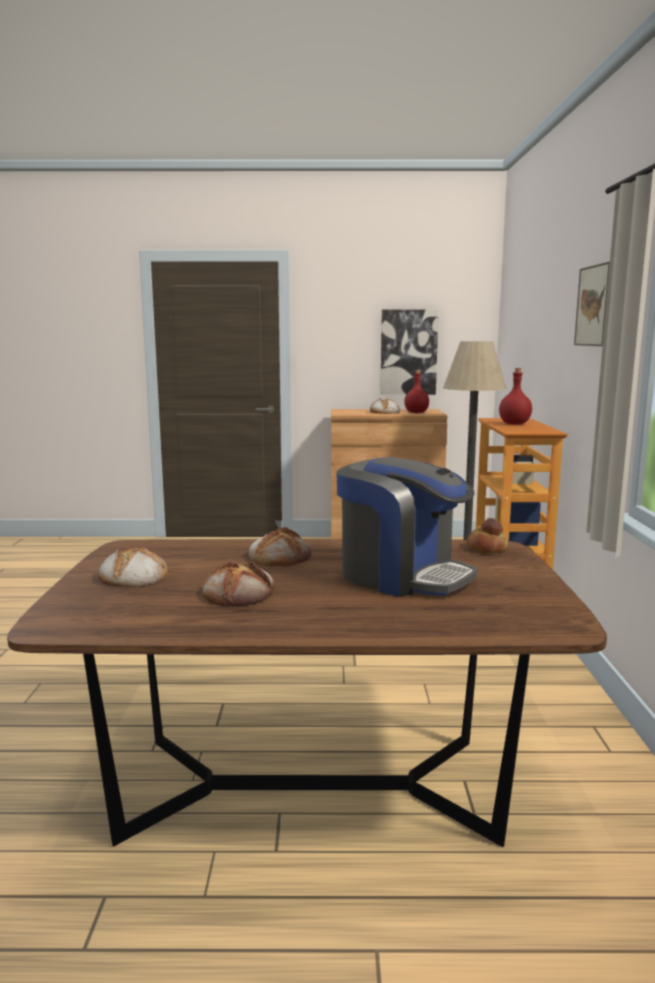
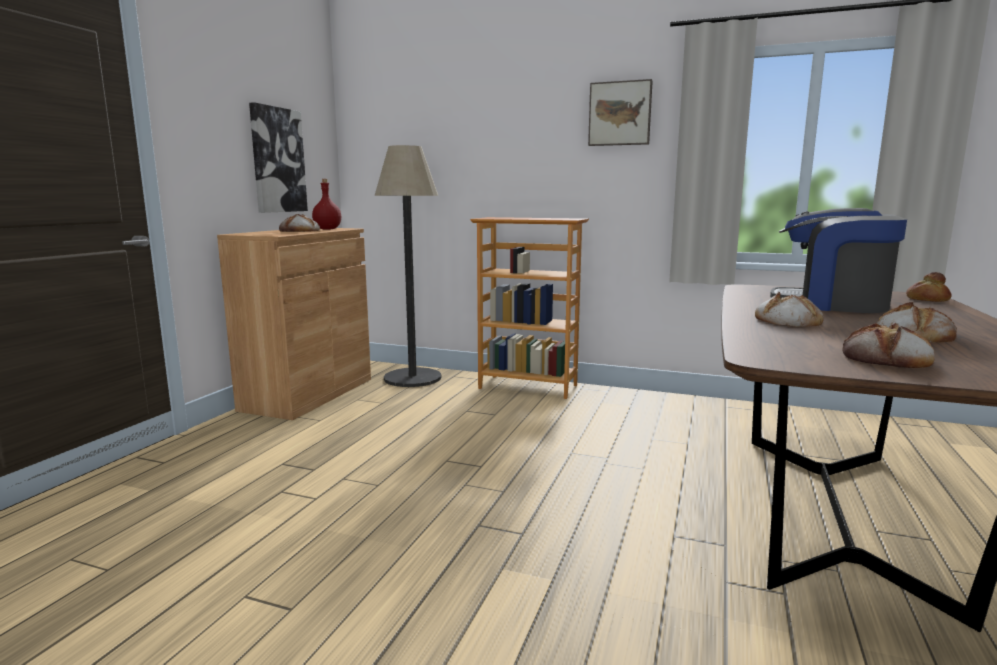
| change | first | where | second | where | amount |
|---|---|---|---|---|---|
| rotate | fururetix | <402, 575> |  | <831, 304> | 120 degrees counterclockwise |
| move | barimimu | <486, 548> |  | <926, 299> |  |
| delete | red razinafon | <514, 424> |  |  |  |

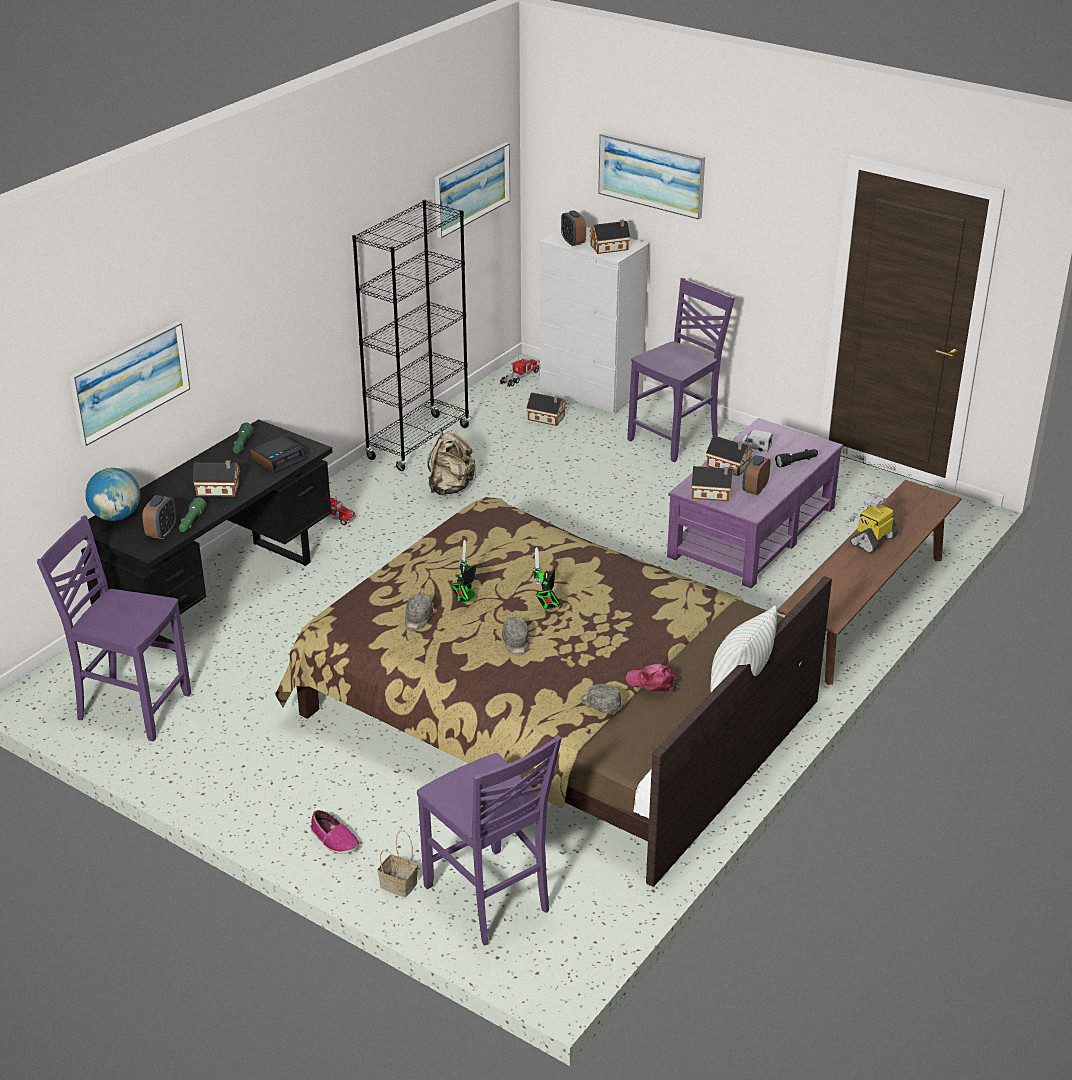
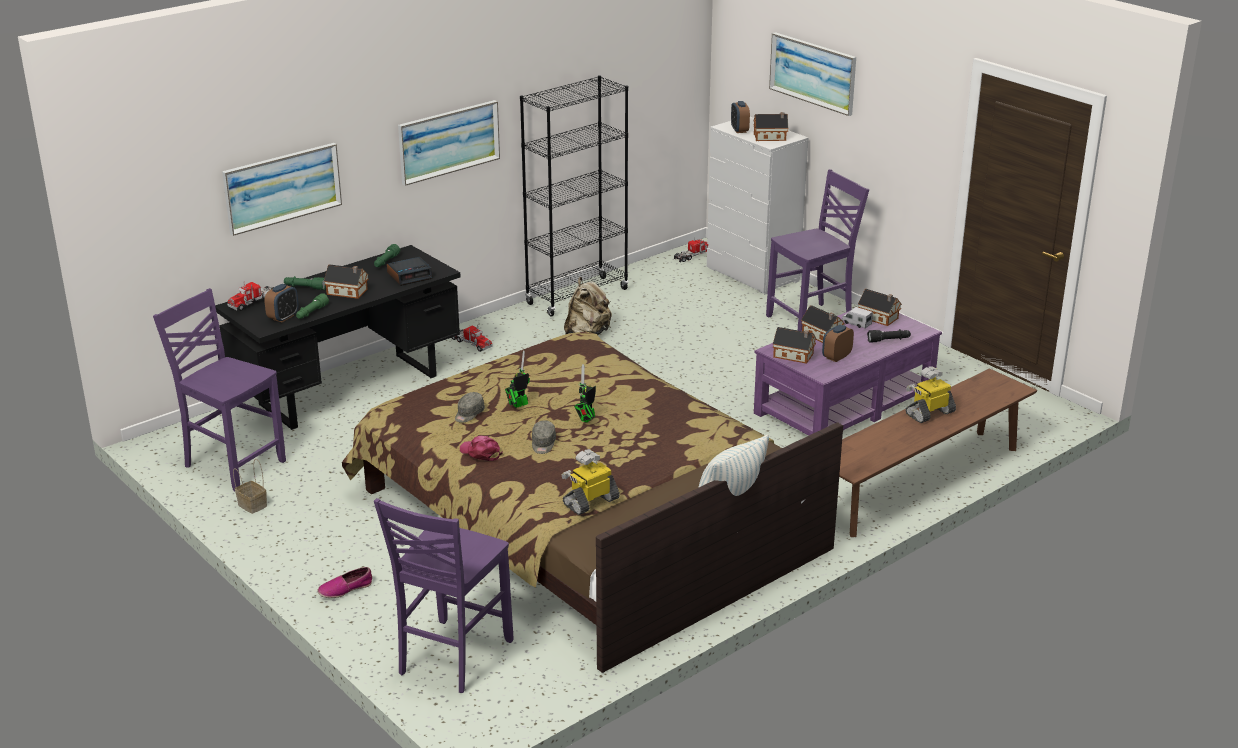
| change | first | where | second | where | amount |
|---|---|---|---|---|---|
| replace | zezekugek | <116, 516> | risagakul | <254, 301> |  |
| rotate | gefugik | <334, 839> |  | <345, 589> | 90 degrees clockwise |
| move | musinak | <397, 885> |  | <251, 505> |  |
| rotate | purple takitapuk | <489, 899> |  | <452, 657> | 45 degrees clockwise |
| move | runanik | <471, 189> |  | <448, 141> |  |
| move | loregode | <547, 418> |  | <879, 318> |  |
| replace | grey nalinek | <600, 704> | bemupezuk | <590, 501> |  |
| move | pink nalinek | <652, 682> |  | <481, 452> |  |
| insert |  |  | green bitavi | <305, 287> |  |

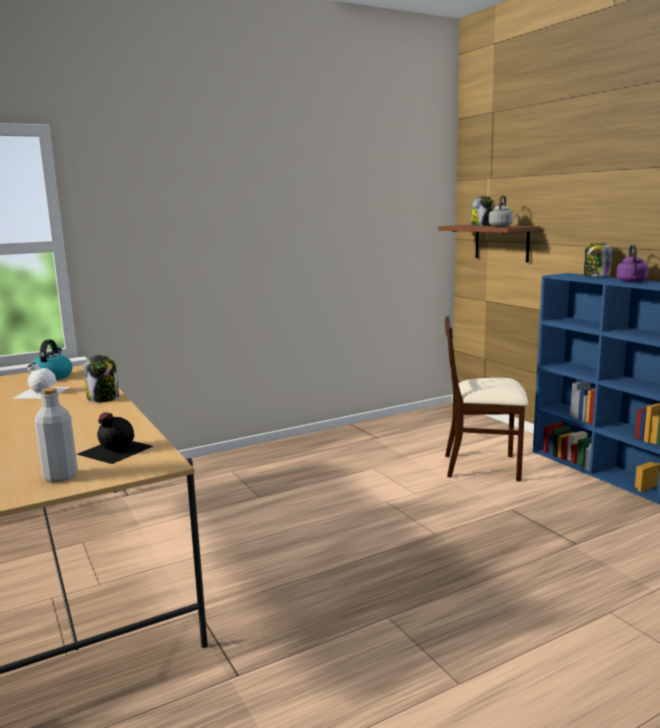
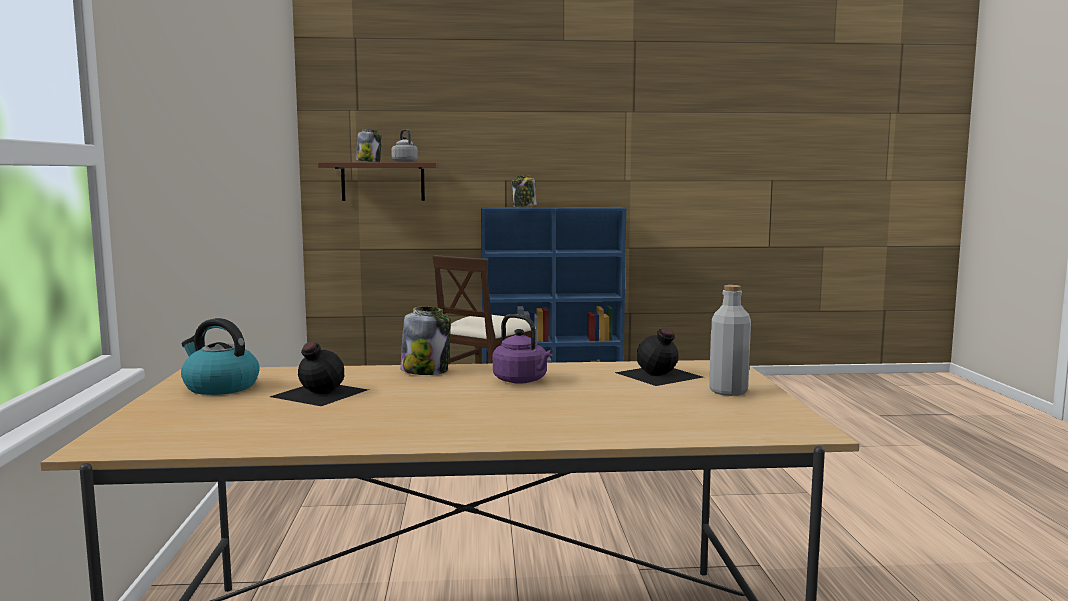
| change | first | where | second | where | amount |
|---|---|---|---|---|---|
| recolor | white razinafon | <41, 392> | black razinafon | <317, 393> |  |
| move | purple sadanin | <631, 281> |  | <522, 381> |  |

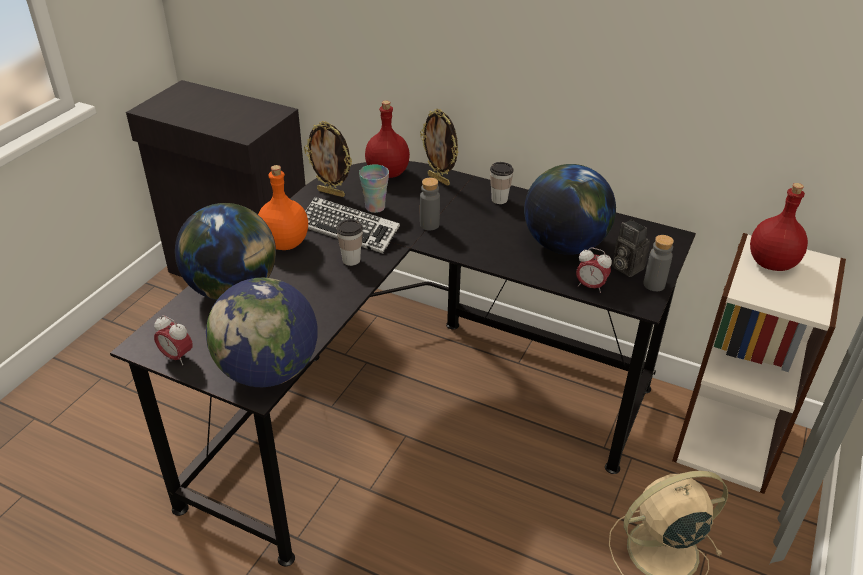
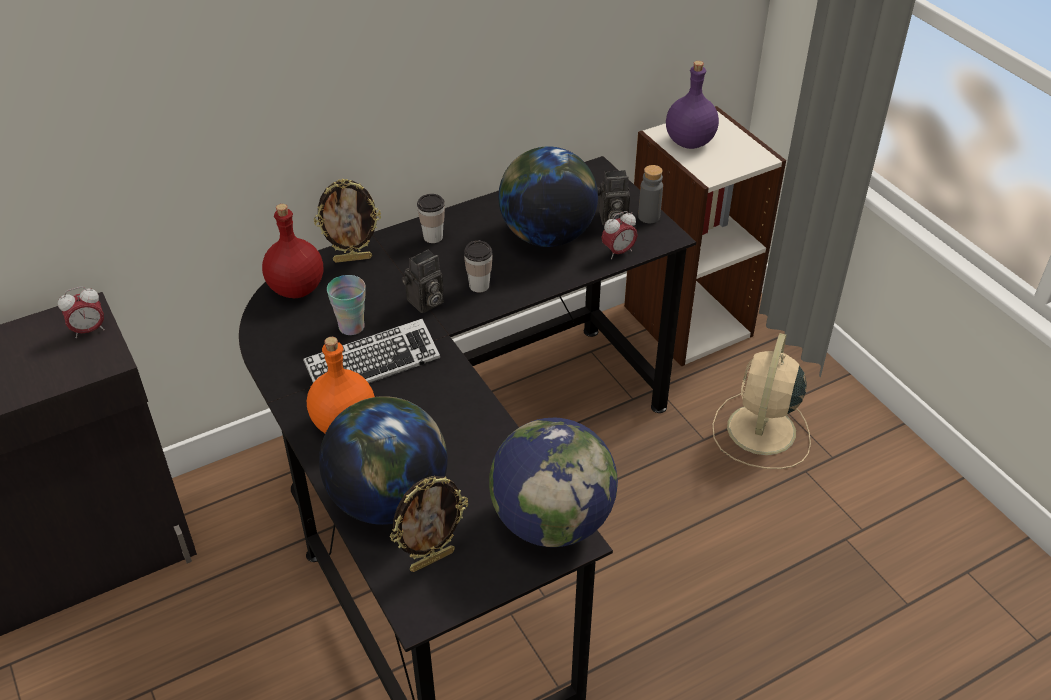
| change | first | where | second | where | amount |
|---|---|---|---|---|---|
| move | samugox | <177, 357> |  | <89, 330> |  |
| move | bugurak | <331, 193> |  | <432, 560> |  |
| move | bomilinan | <351, 260> |  | <479, 285> |  |
| replace | grey razinafon | <429, 225> | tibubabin | <425, 303> |  |
| recolor | red razinafon | <772, 263> | purple razinafon | <689, 141> |  |

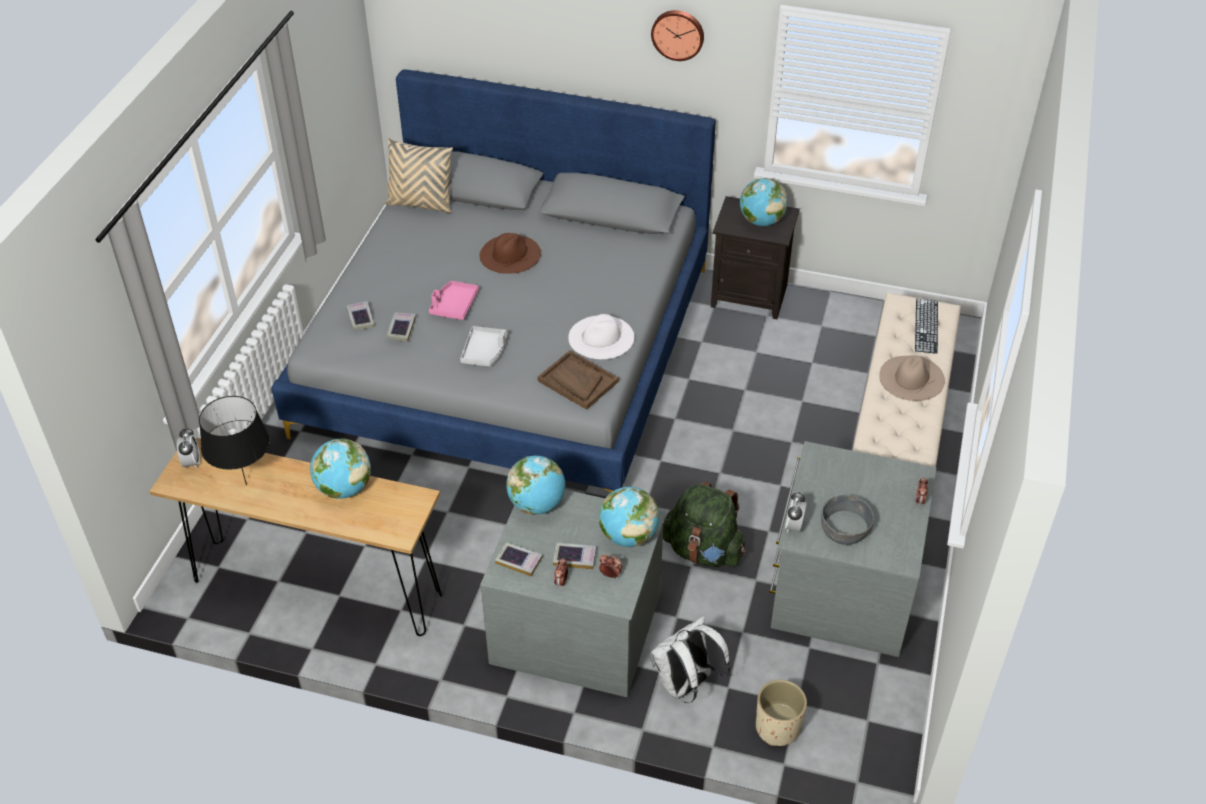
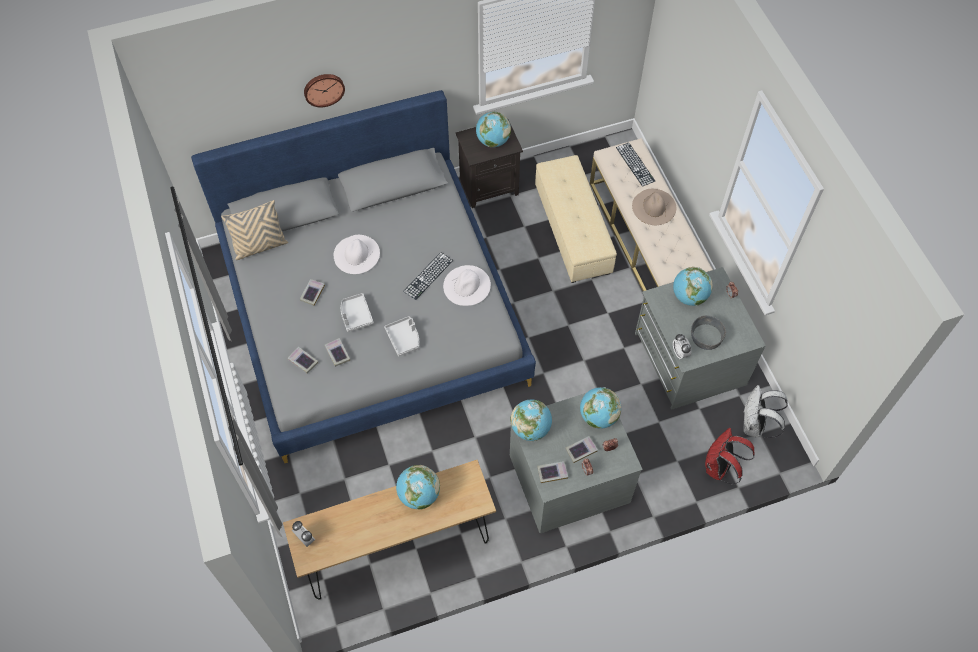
| change | first | where | second | where | amount |
|---|---|---|---|---|---|
| delete | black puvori | <246, 484> |  |  |  |
| recolor | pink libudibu | <454, 305> | grey libudibu | <355, 315> |  |
| recolor | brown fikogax | <510, 254> | white fikogax | <356, 254> |  |
| delete | brown libudibu | <577, 381> |  |  |  |
| move | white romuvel | <685, 685> |  | <755, 426> |  |
| move | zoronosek | <678, 34> |  | <323, 89> |  |
| delete | green romuvel | <703, 551> |  |  |  |
| replace | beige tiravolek | <777, 728> | red romuvel | <719, 468> |  |
| insert |  |  | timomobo | <312, 293> |  |
| insert |  |  | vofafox | <428, 276> |  |
| insert |  |  | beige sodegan | <573, 230> |  |
| insert |  |  | zezekugek | <689, 296> |  |

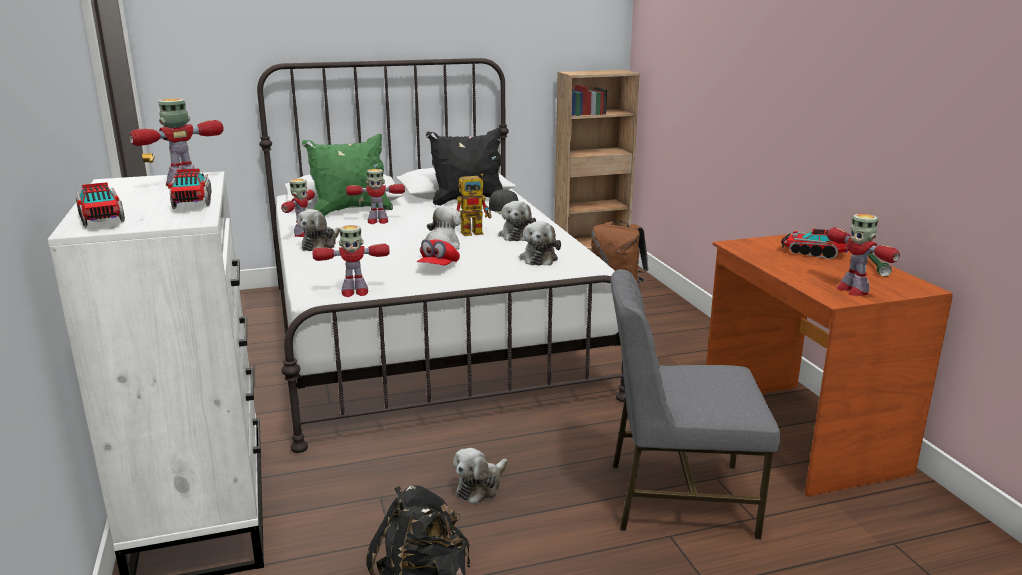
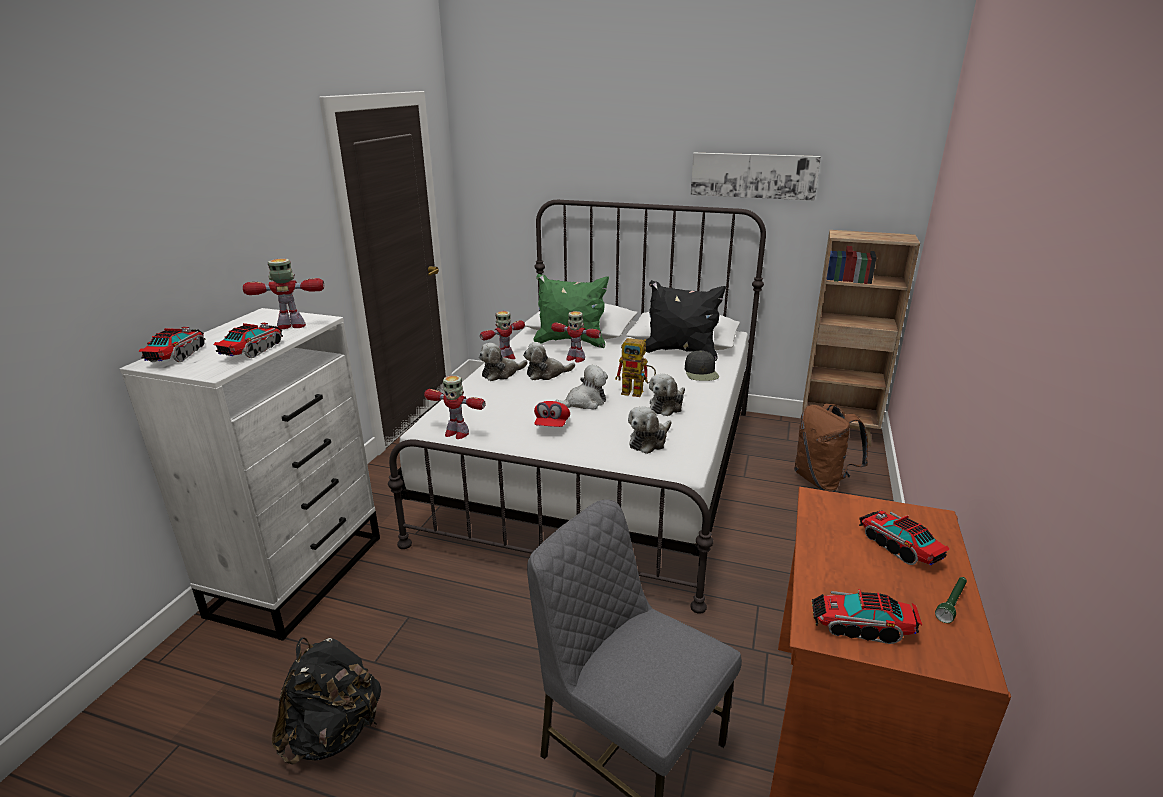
| change | first | where | second | where | amount |
|---|---|---|---|---|---|
| rotate | red nalinek | <438, 267> |  | <552, 425> | 45 degrees counterclockwise |
| move | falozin | <480, 486> |  | <546, 374> |  |
| replace | bemupezuk | <852, 290> | risagakul | <860, 627> |  |
| insert |  |  | runanik | <753, 175> |  |

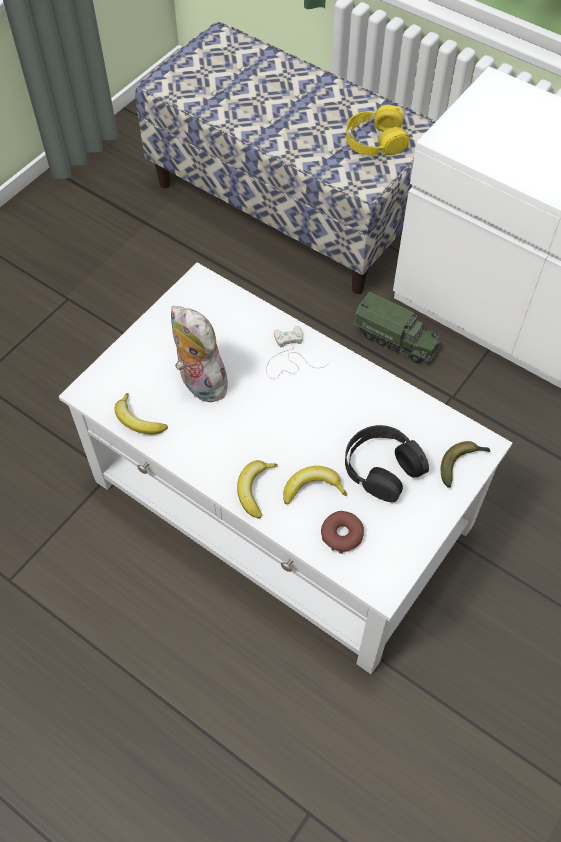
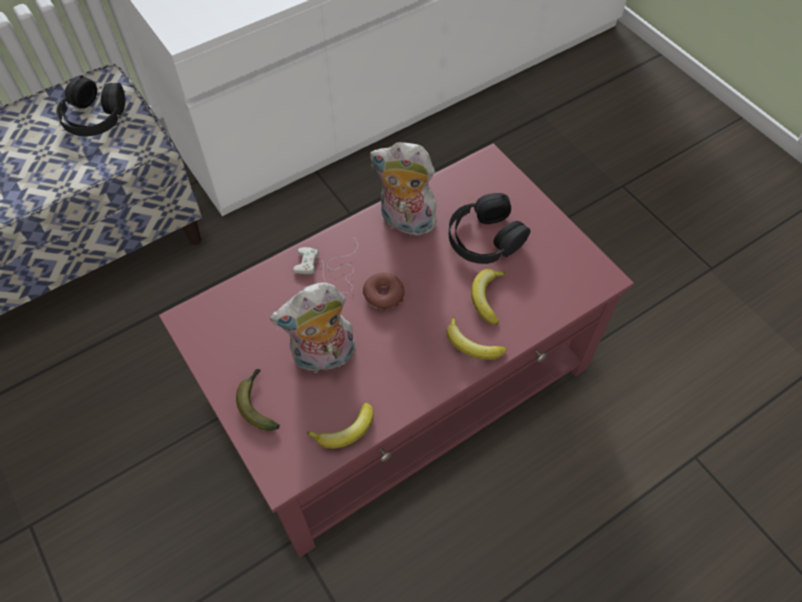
| change | first | where | second | where | amount |
|---|---|---|---|---|---|
| recolor | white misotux | <282, 504> | red misotux | <401, 383> |  |
| move | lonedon | <342, 534> |  | <383, 295> |  |
| recolor | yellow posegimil | <375, 140> | black posegimil | <94, 116> |  |
| delete | risagakul | <397, 339> |  |  |  |
| move | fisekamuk | <462, 464> |  | <258, 403> |  |
| insert |  |  | falozin | <405, 222> |  |

